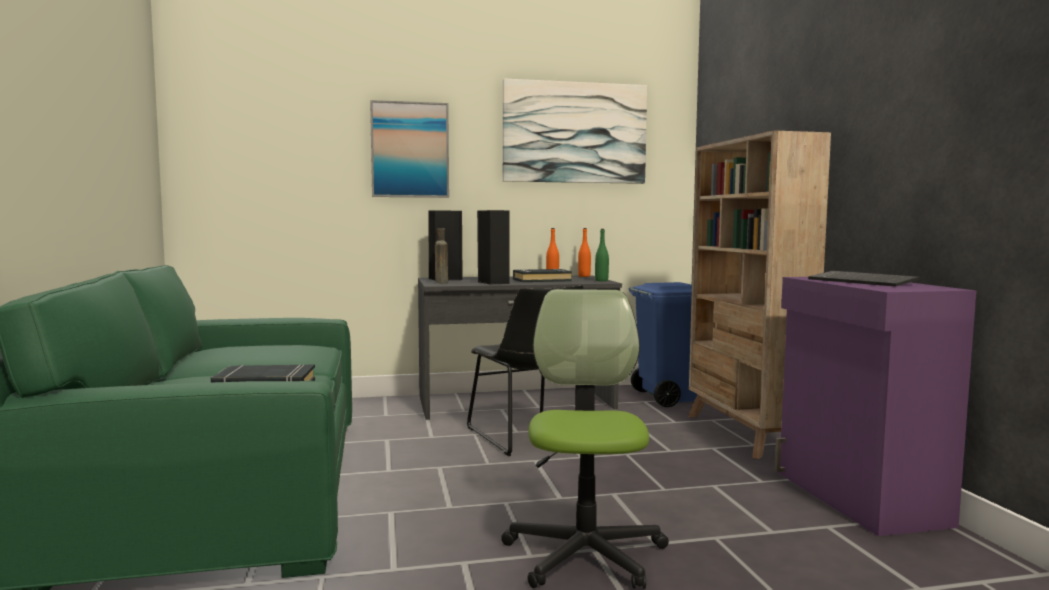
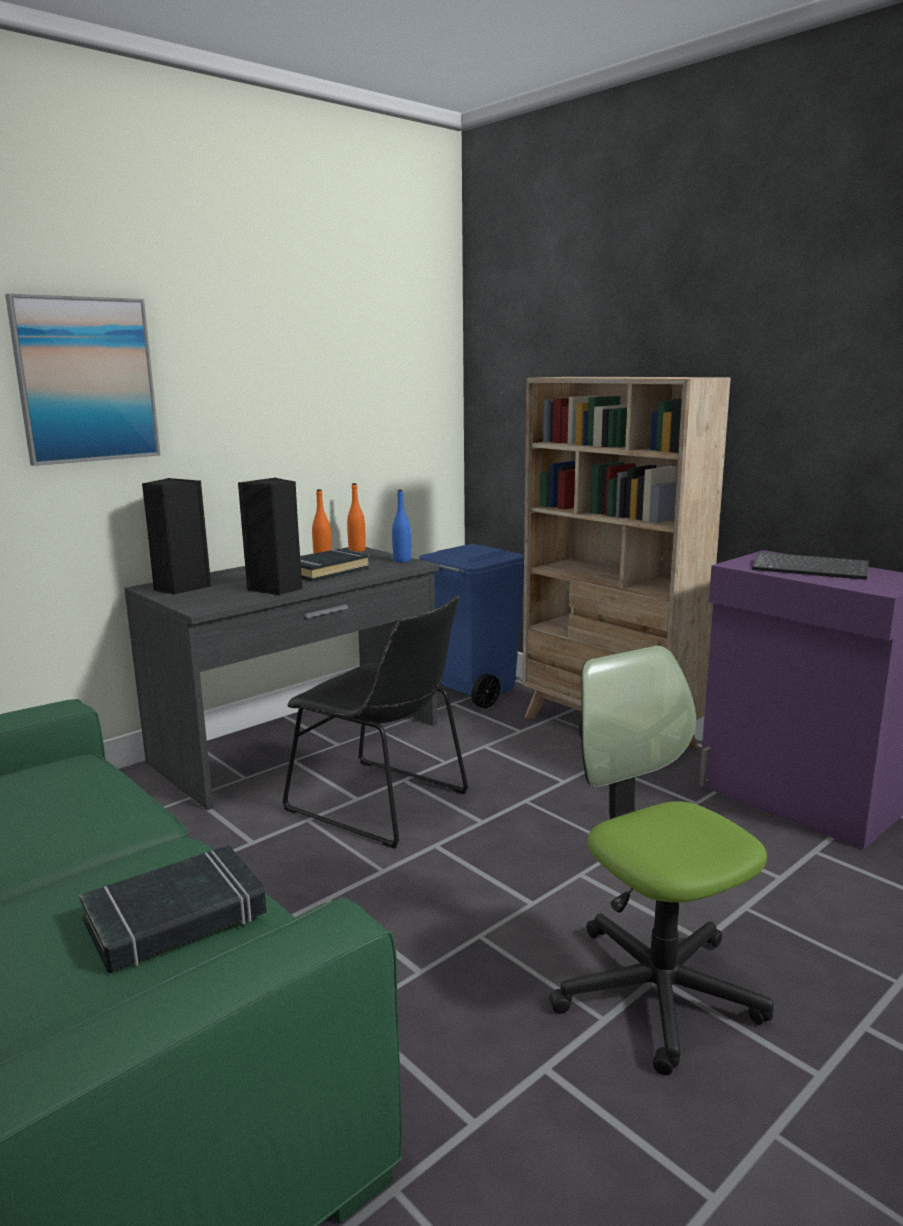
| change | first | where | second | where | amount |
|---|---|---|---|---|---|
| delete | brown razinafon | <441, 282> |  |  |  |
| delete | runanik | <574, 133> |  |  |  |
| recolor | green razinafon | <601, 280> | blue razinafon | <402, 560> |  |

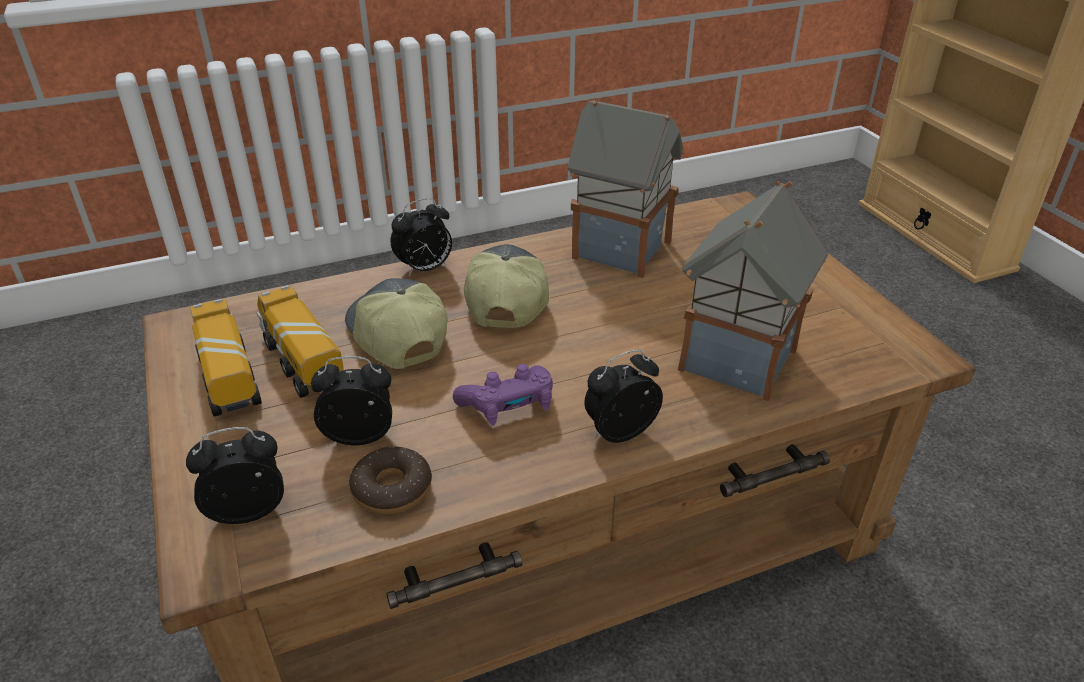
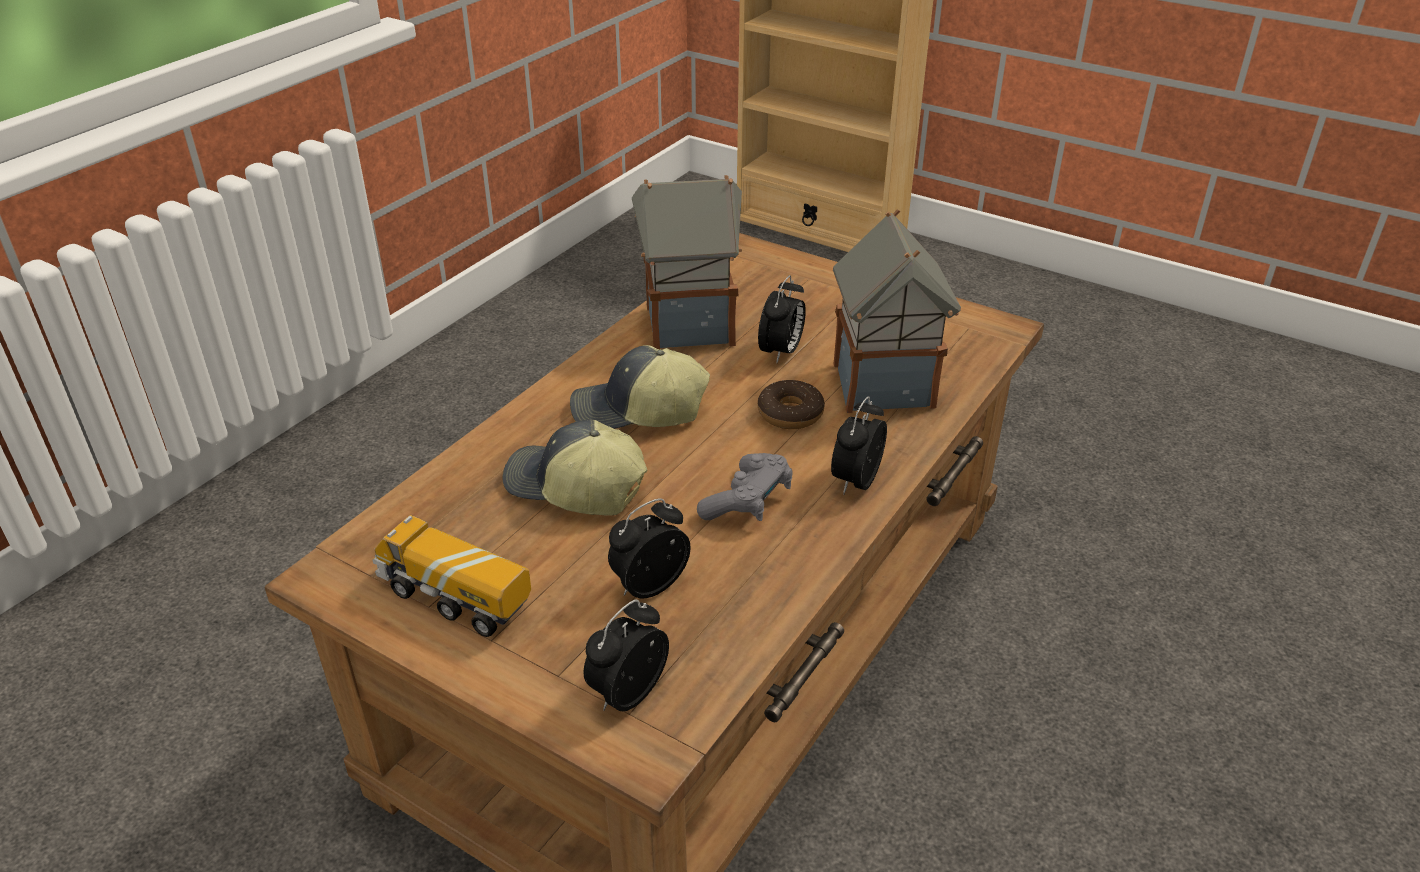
| change | first | where | second | where | amount |
|---|---|---|---|---|---|
| delete | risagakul | <302, 362> |  |  |  |
| move | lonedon | <392, 489> |  | <790, 413> |  |
| move | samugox | <425, 269> |  | <781, 352> |  |
| recolor | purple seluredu | <508, 406> | grey seluredu | <747, 502> |  |
| rotate | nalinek | <506, 300> |  | <638, 412> | 60 degrees counterclockwise |

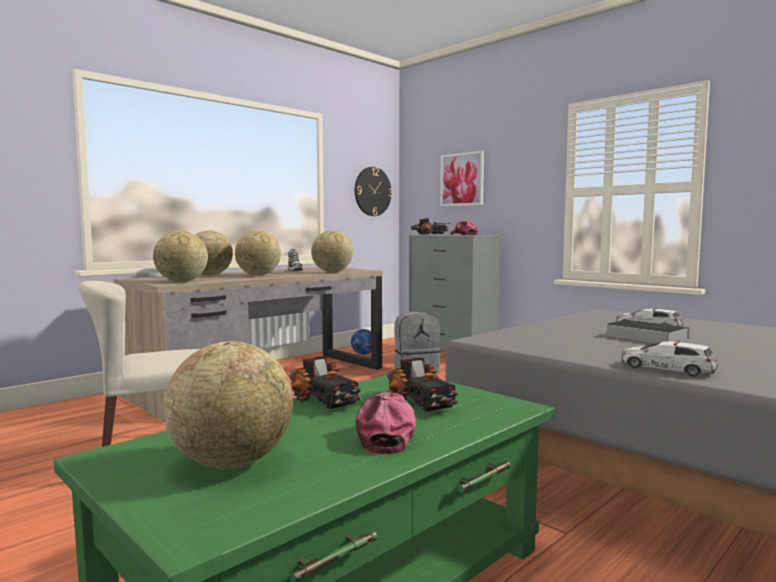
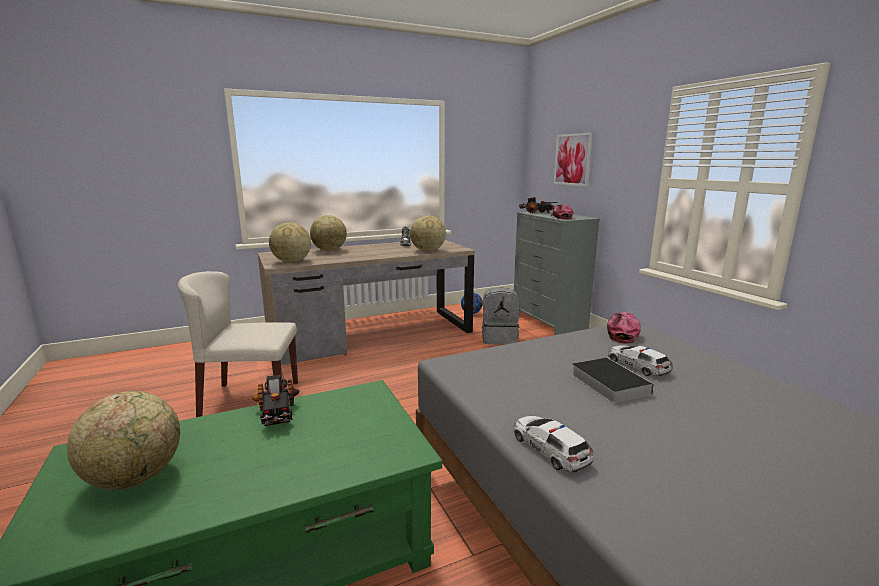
| change | first | where | second | where | amount |
|---|---|---|---|---|---|
| delete | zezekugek | <258, 275> |  |  |  |
| delete | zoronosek | <372, 191> |  |  |  |
| move | nalinek | <385, 433> |  | <622, 333> |  |
| delete | risagakul | <420, 403> |  |  |  |

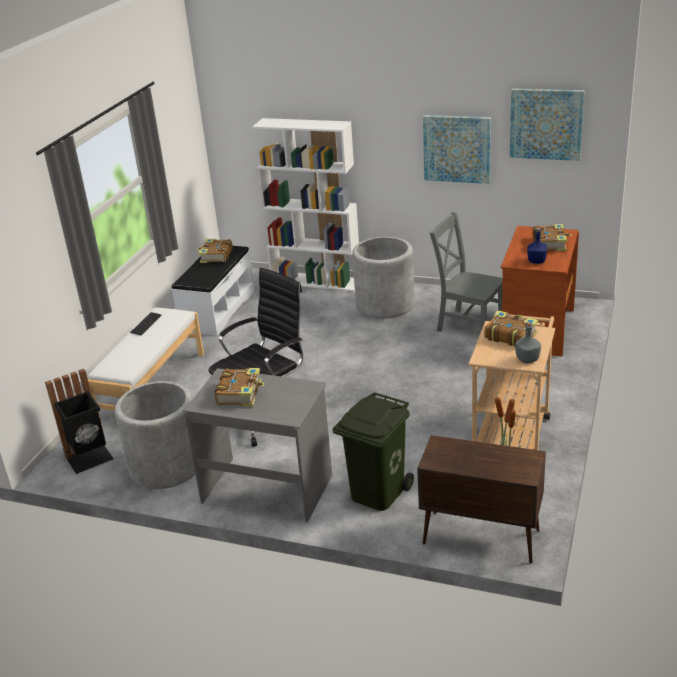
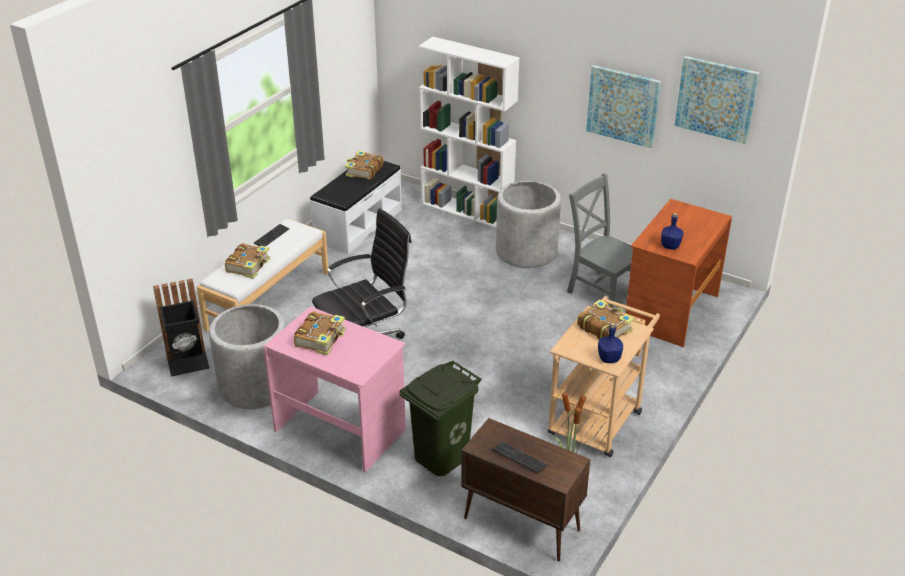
| change | first | where | second | where | amount |
|---|---|---|---|---|---|
| recolor | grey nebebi | <268, 488> | pink nebebi | <341, 429> |  |
| recolor | grey razinafon | <527, 359> | blue razinafon | <609, 358> |  |
| move | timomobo | <550, 244> |  | <249, 266> |  |
| insert |  |  | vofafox | <519, 458> |  |

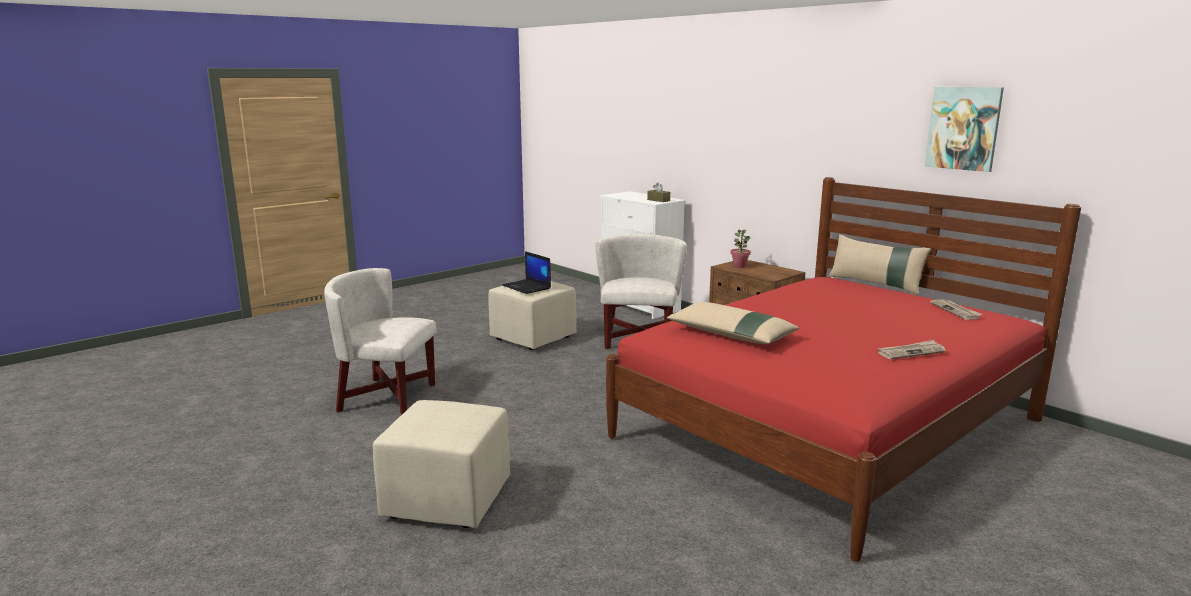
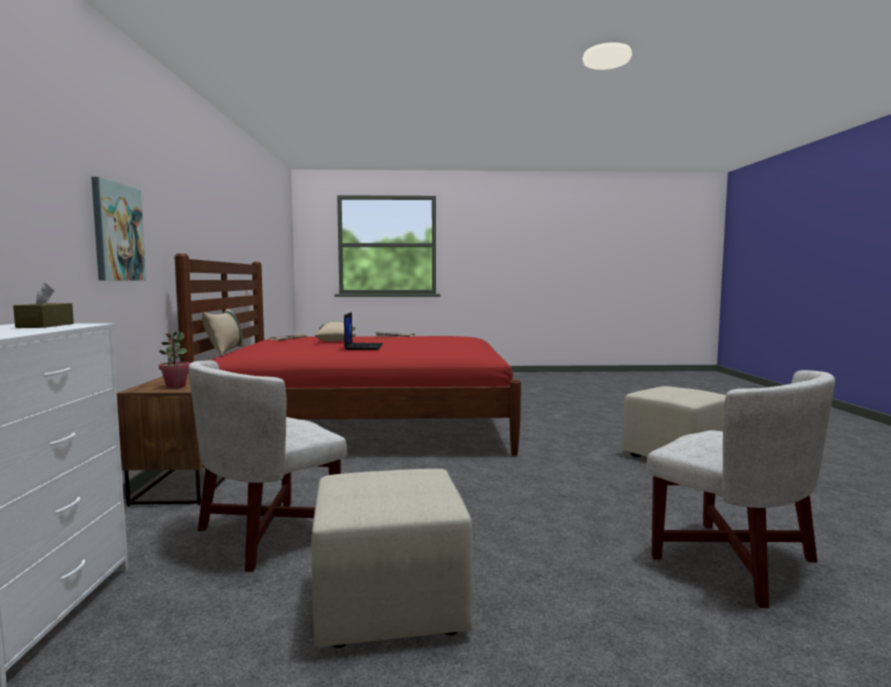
| change | first | where | second | where | amount |
|---|---|---|---|---|---|
| move | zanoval | <527, 287> |  | <363, 347> |  |
| move | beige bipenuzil | <730, 335> |  | <337, 339> |  |
| move | runanik | <963, 128> |  | <117, 232> |  |

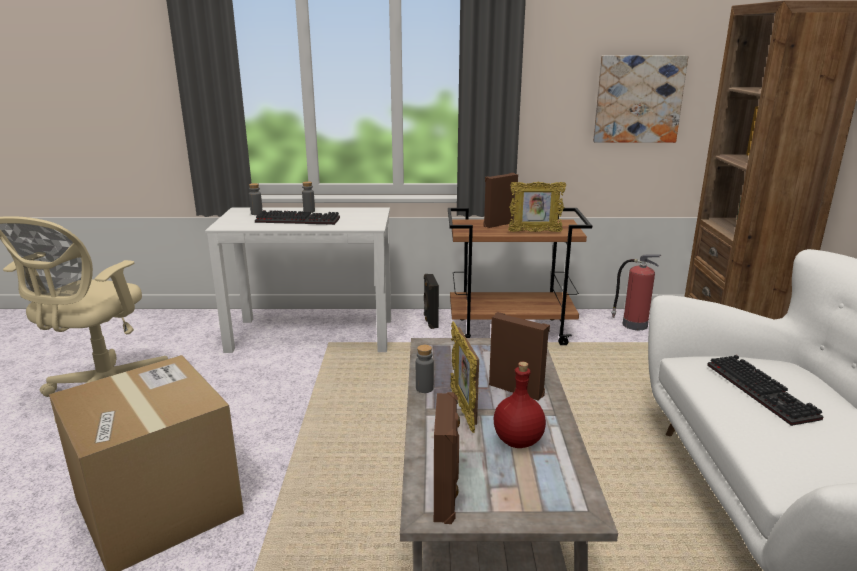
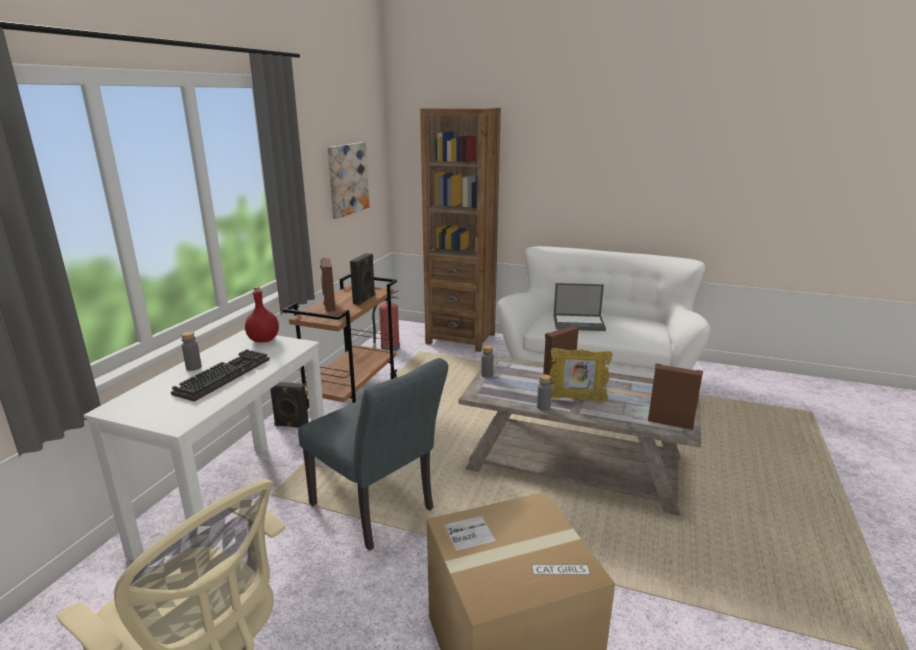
| change | first | where | second | where | amount |
|---|---|---|---|---|---|
| move | grey razinafon | <256, 213> |  | <487, 375> |  |
| move | red razinafon | <519, 441> |  | <264, 340> |  |
| replace | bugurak | <534, 232> | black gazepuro | <365, 300> |  |
| replace | vofafox | <763, 391> | zanoval | <579, 323> |  |
| insert |  |  | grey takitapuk | <378, 511> |  |

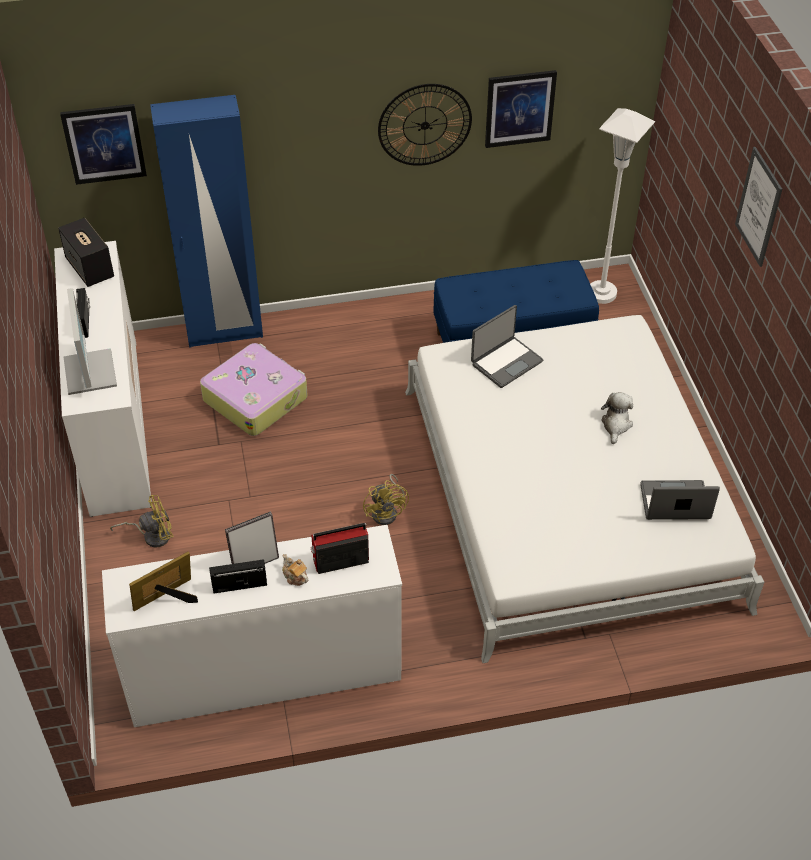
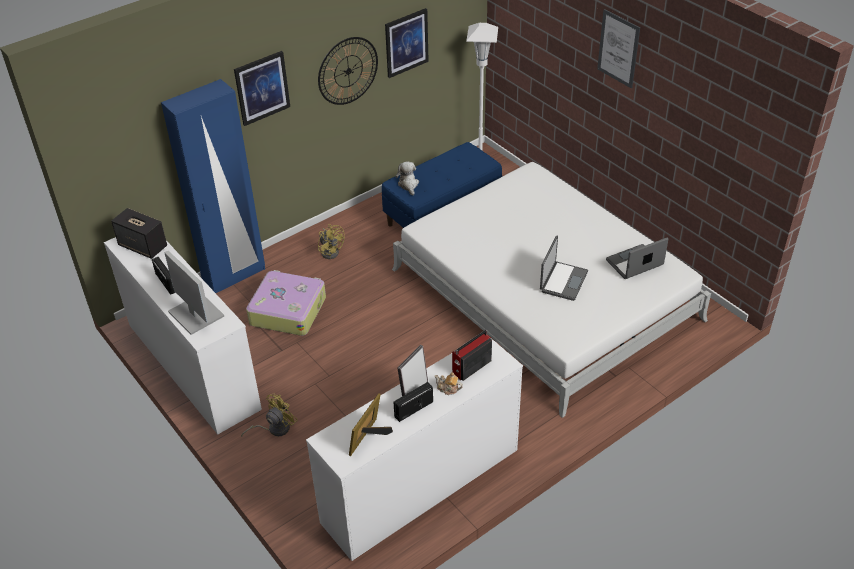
| change | first | where | second | where | amount |
|---|---|---|---|---|---|
| move | runanik | <104, 143> |  | <262, 88> |  |
| move | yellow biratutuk | <387, 511> |  | <331, 251> |  |
| move | zanoval | <506, 362> |  | <562, 281> |  |
| move | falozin | <616, 425> |  | <408, 185> |  |

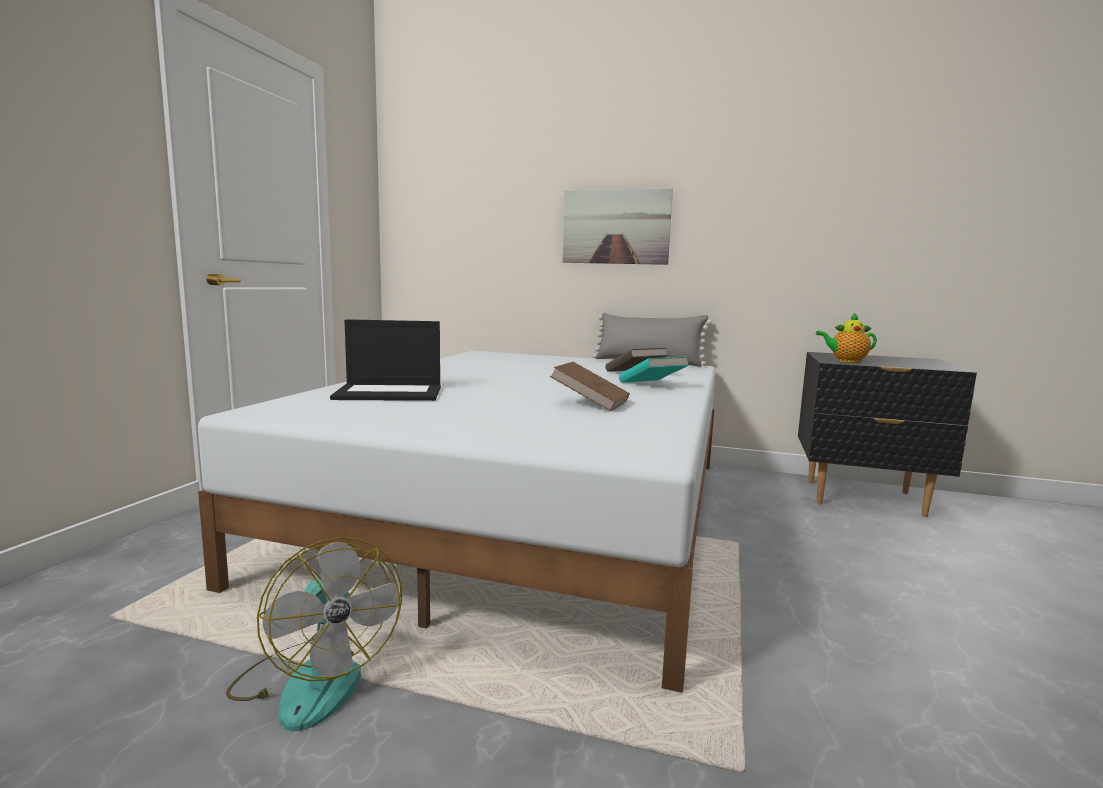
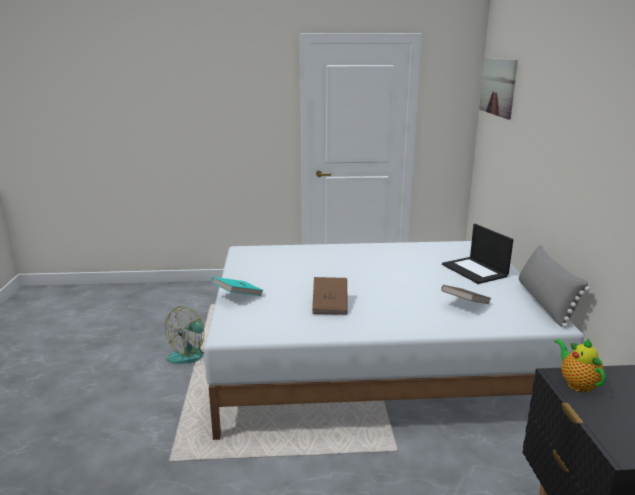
| change | first | where | second | where | amount |
|---|---|---|---|---|---|
| move | zanoval | <390, 393> |  | <475, 270> |  |
| move | runanik | <616, 227> |  | <498, 86> |  |
| move | turquoise timomobo | <651, 385> |  | <237, 296> |  |

